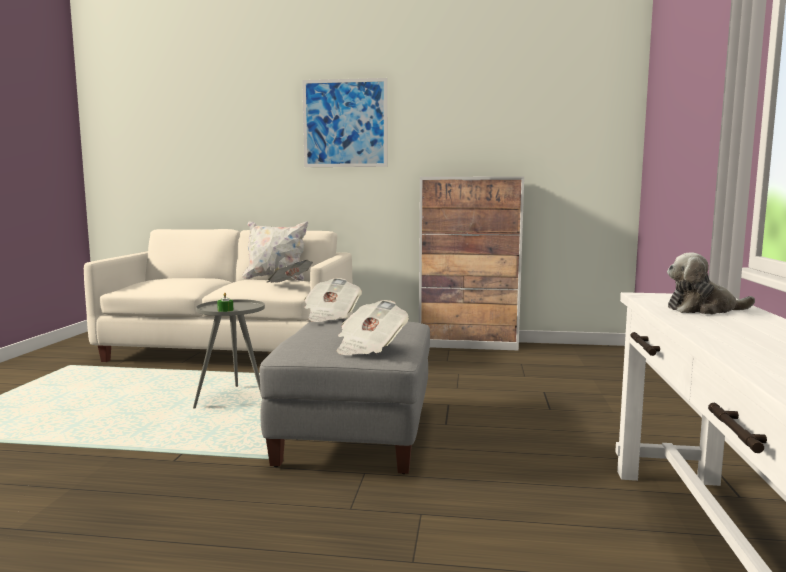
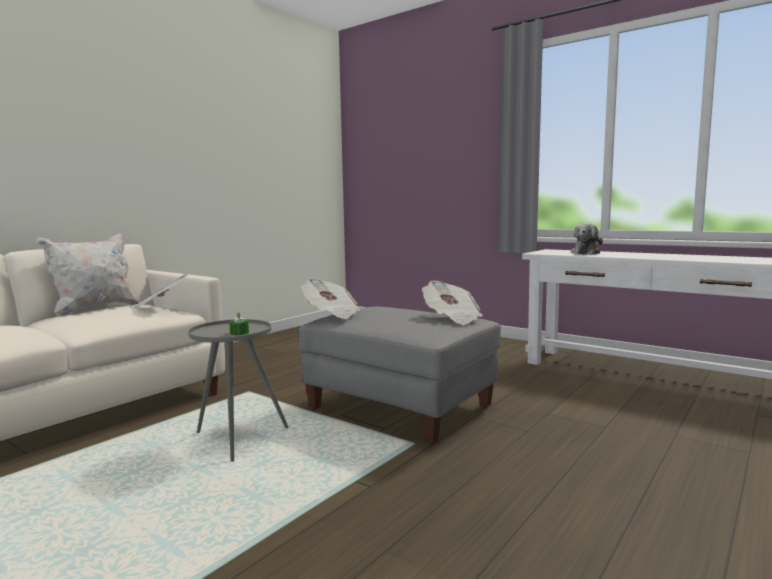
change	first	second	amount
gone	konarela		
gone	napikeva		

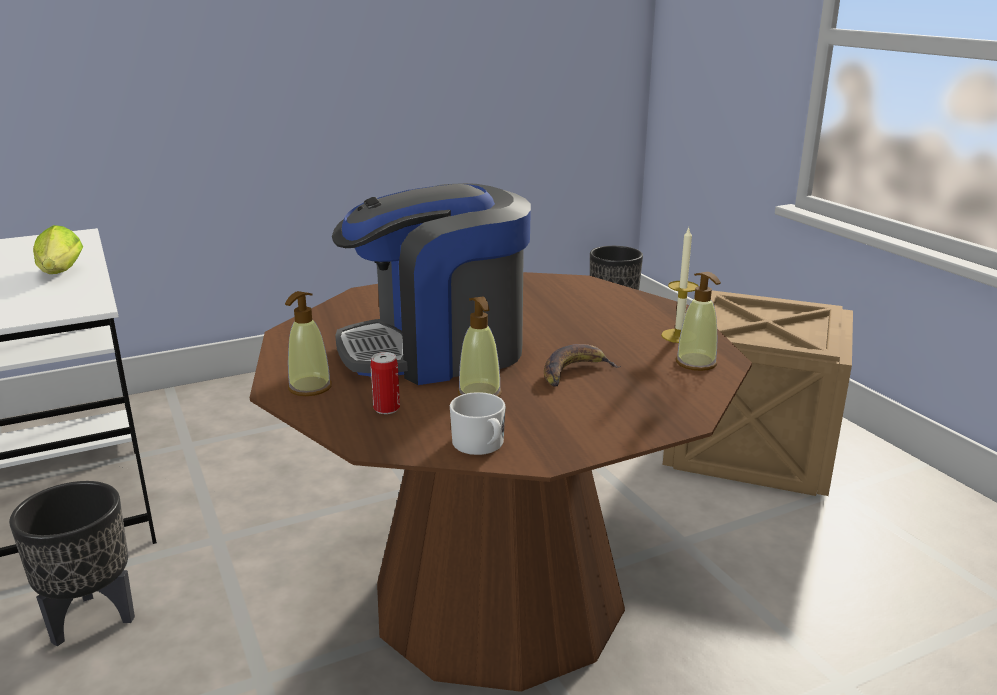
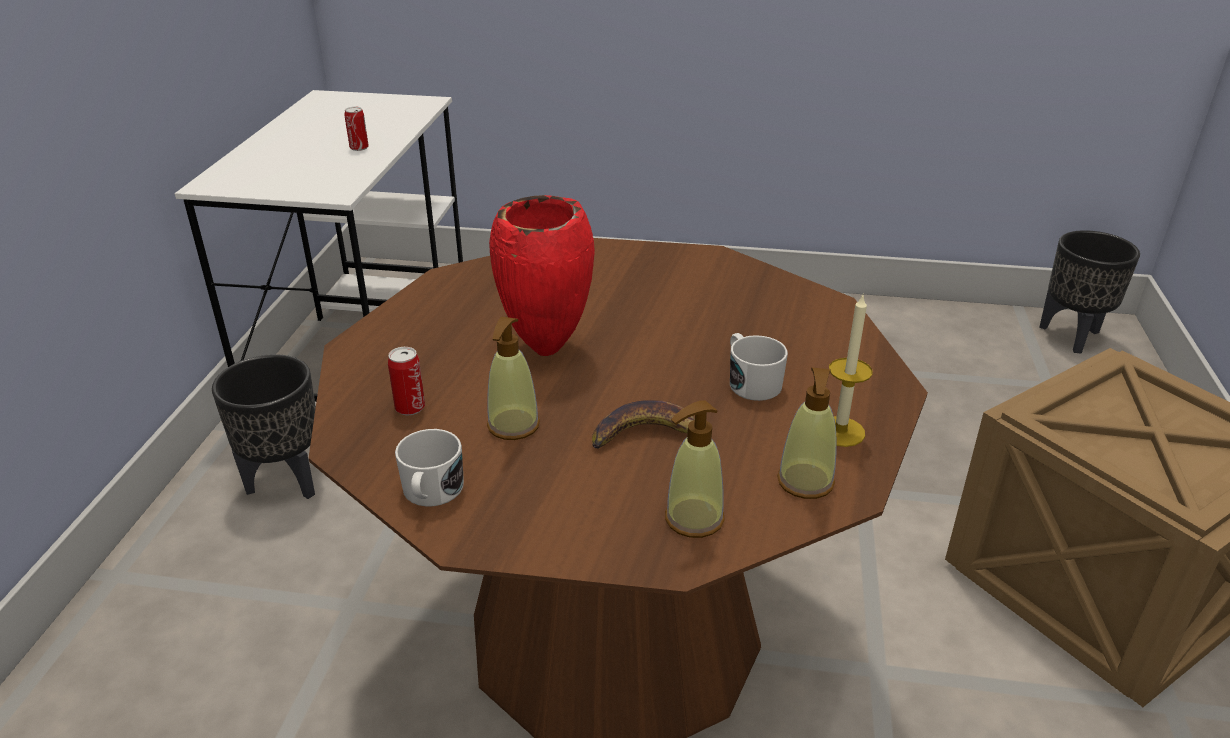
change	first	second	amount
swapped	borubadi	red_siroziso	
swapped	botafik	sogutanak (no. 1 from left)	
shifted	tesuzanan (no. 1 from left in the first image)	tesuzanan (no. 2 from left)	
new		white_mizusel (no. 2 from left)	

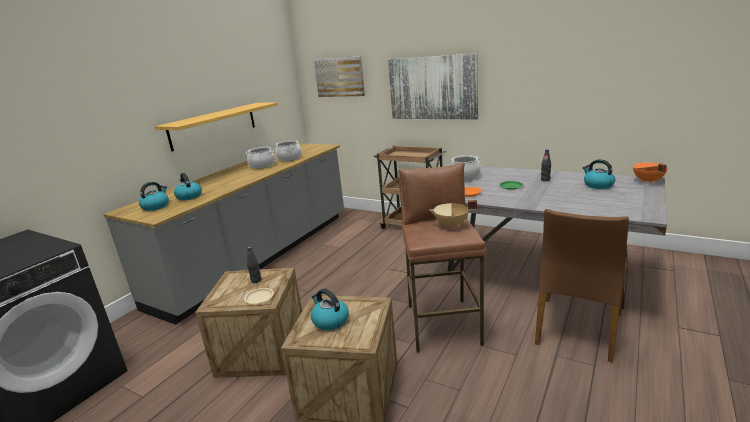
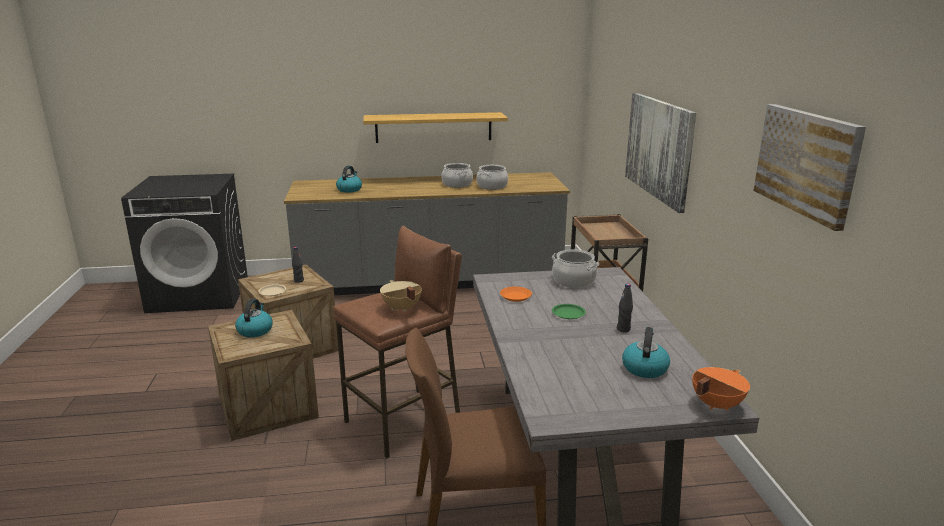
change	first	second	amount
shifted	konarela (no. 1 from left in the first image)	konarela (no. 2 from left)	
gone	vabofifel (no. 1 from left)		

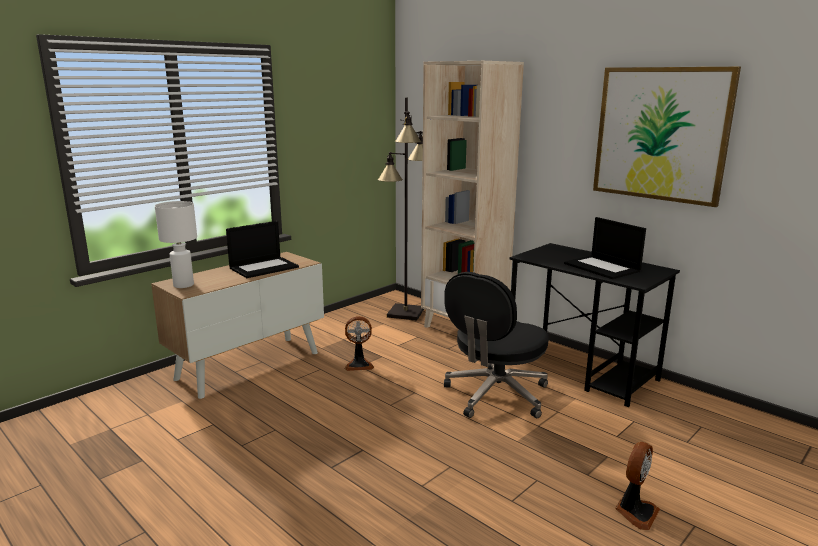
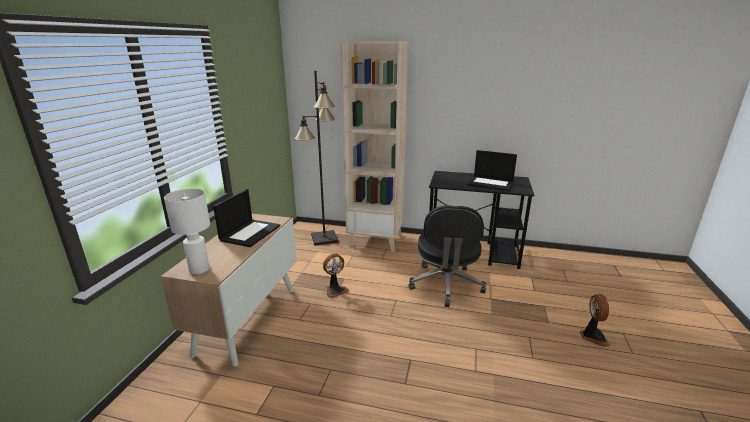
change	first	second	amount
gone	konarela		

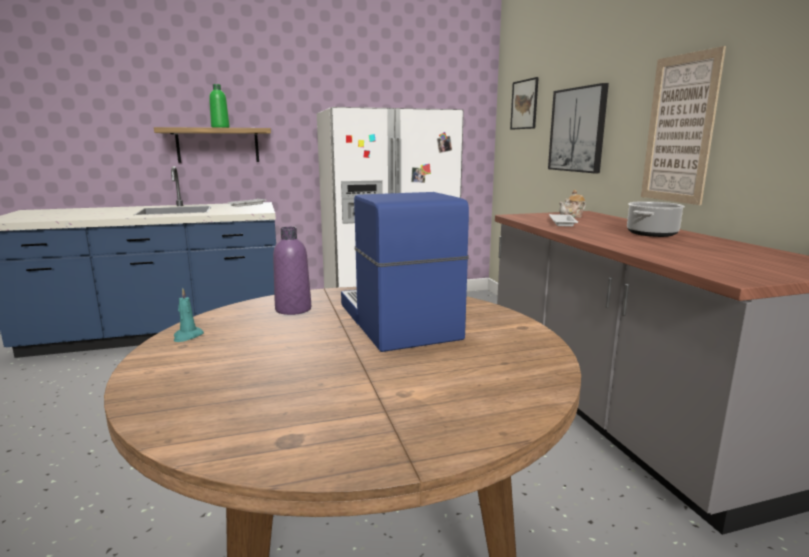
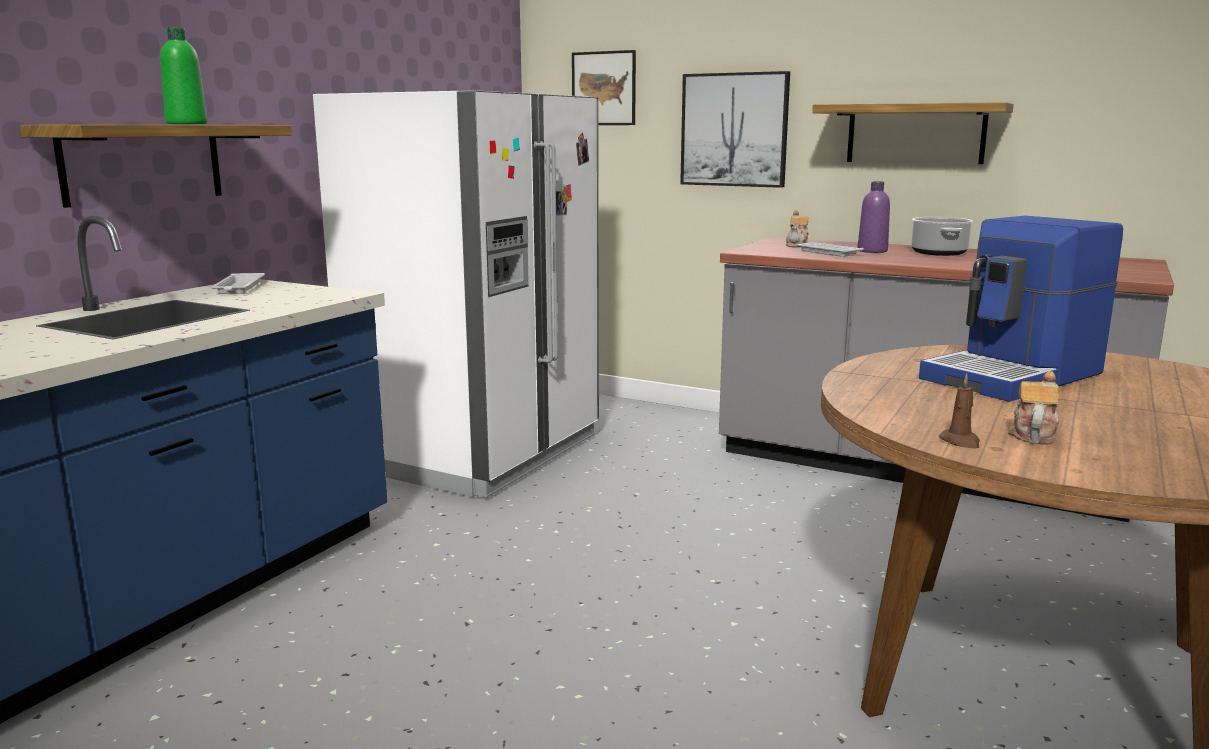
change	first	second	amount
swapped	konarela (no. 3 from left)	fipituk (no. 2 from left)	
rotated	borubadi		60 degrees counterclockwise
shifted	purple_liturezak		
repainted	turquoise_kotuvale	brown_kotuvale	
new		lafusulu (no. 2 from left)	

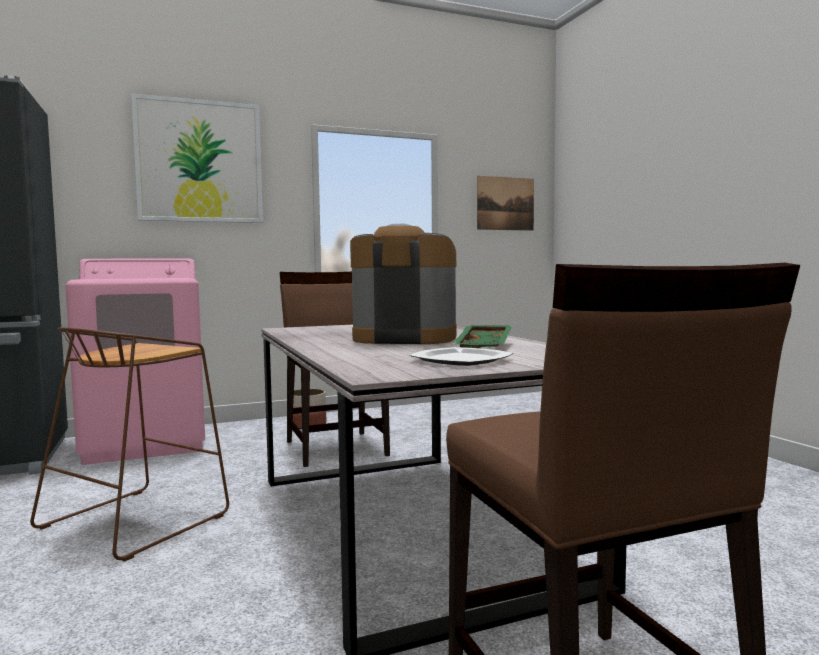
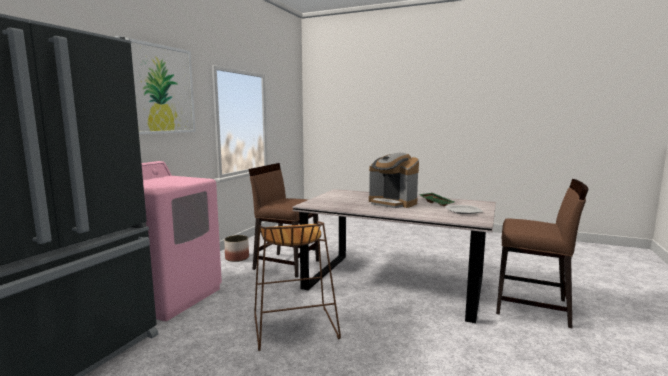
change	first	second	amount
gone	konarela (no. 2 from left)		
rotated	borubadi		105 degrees counterclockwise

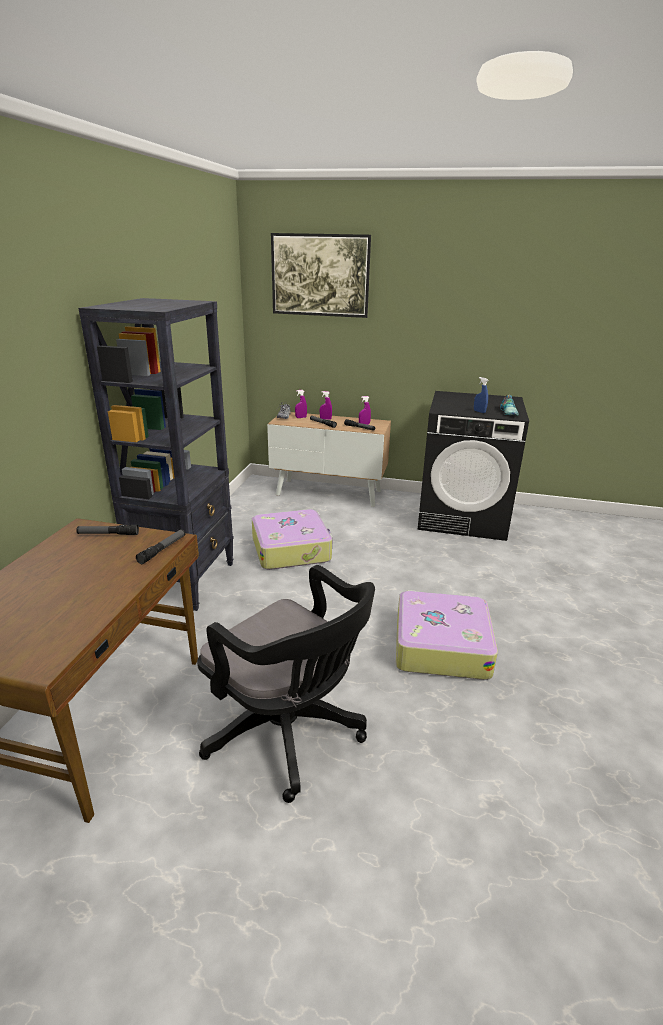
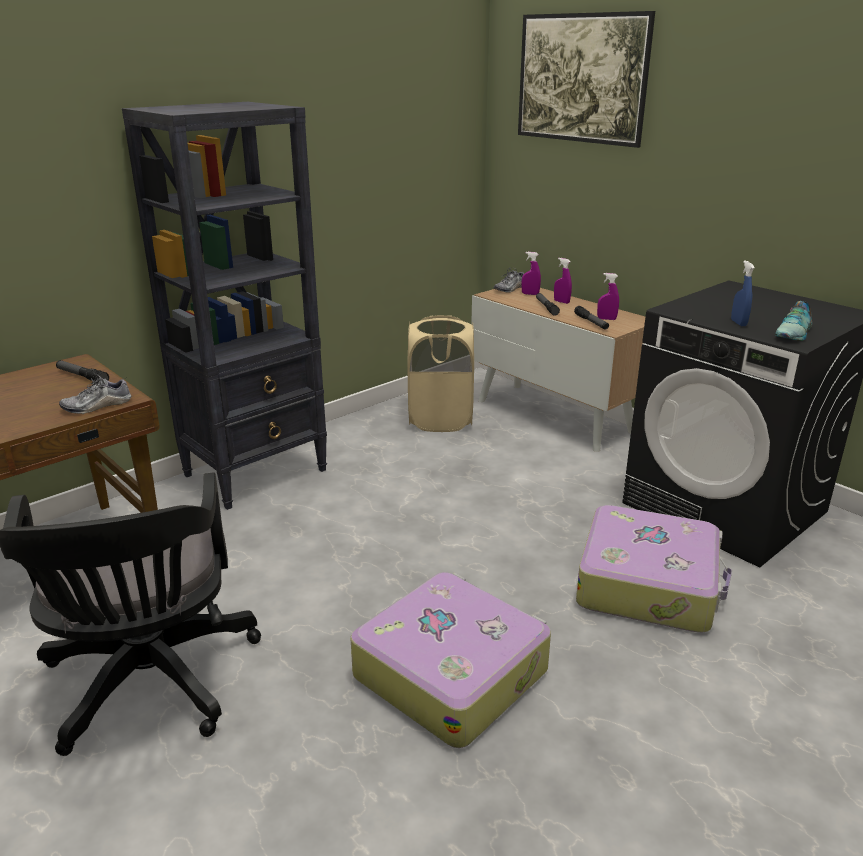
change	first	second	amount
shifted	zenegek (no. 1 from left in the first image)	zenegek (no. 2 from left)	
swapped	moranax (no. 2 from left)	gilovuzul (no. 1 from left)	
new		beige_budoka	

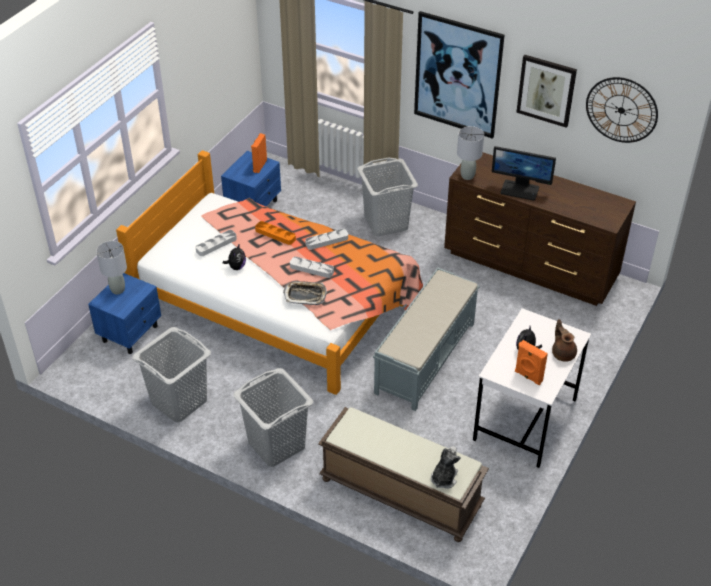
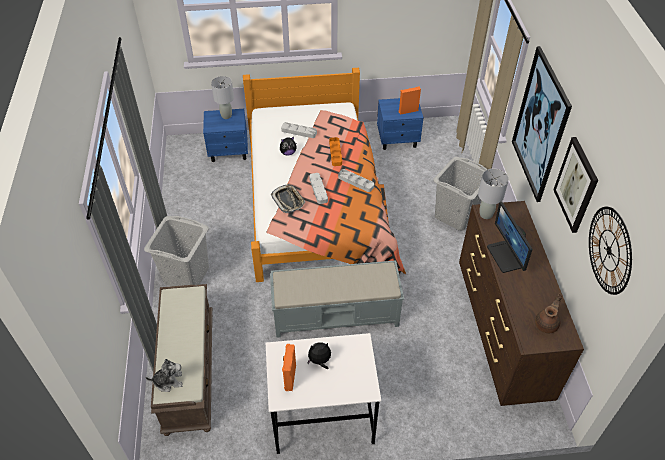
change	first	second	amount
shifted	brown_lafusulu		
gone	grey_budoka (no. 1 from left)		

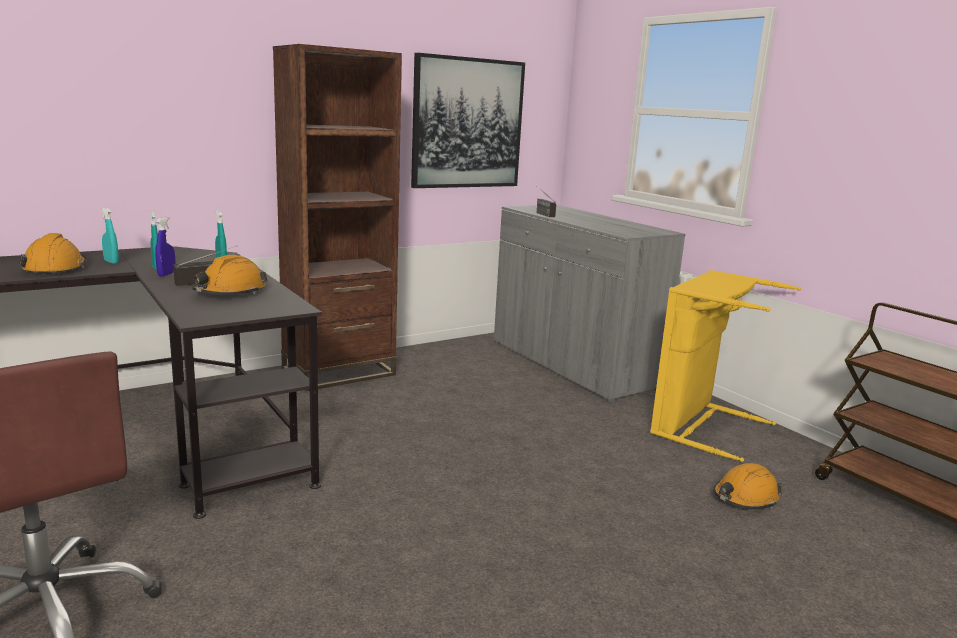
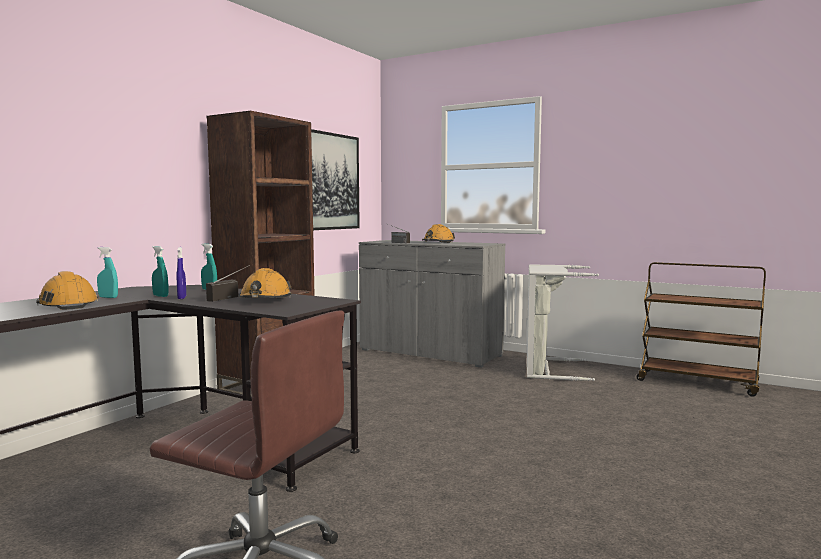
change	first	second	amount
repainted	yellow_budoka	grey_budoka	
shifted	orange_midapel (no. 3 from left)		

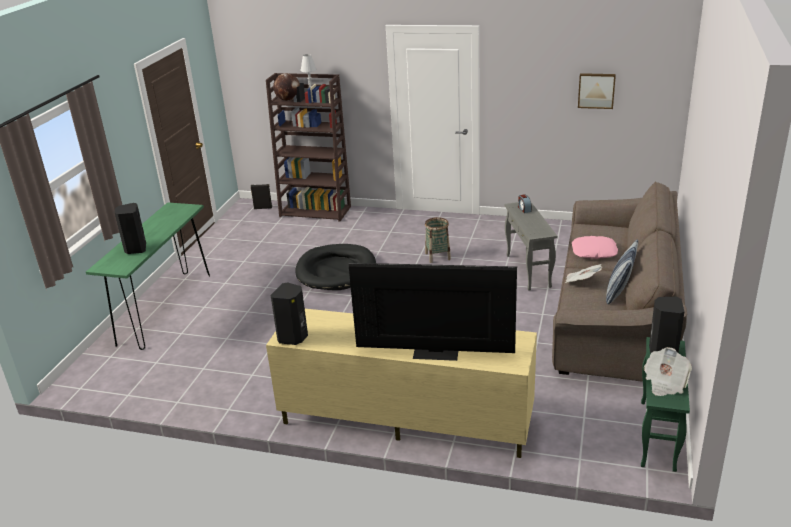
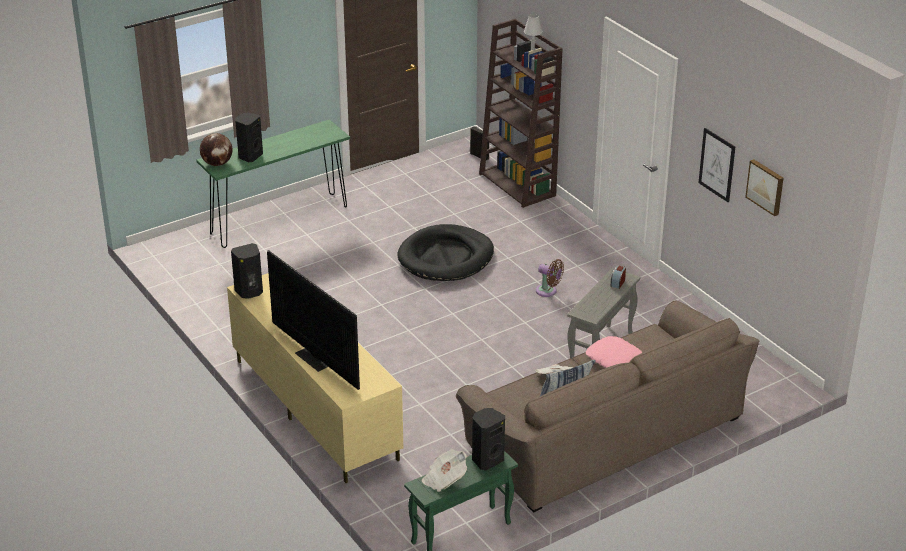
change	first	second	amount
shifted	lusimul		
swapped	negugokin	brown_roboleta	
new		konarela (no. 1 from left)	

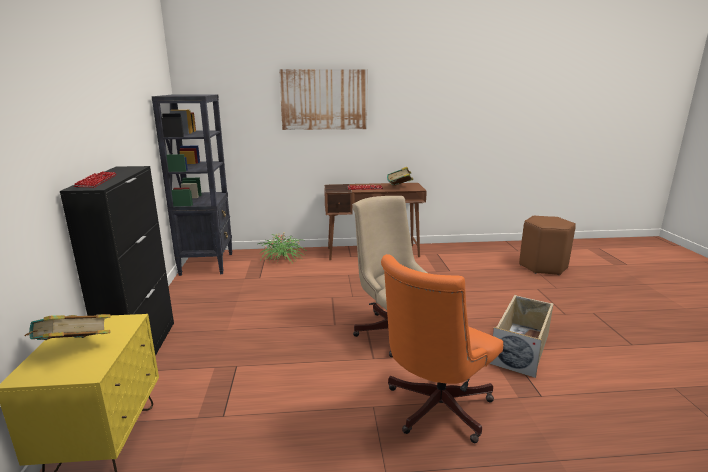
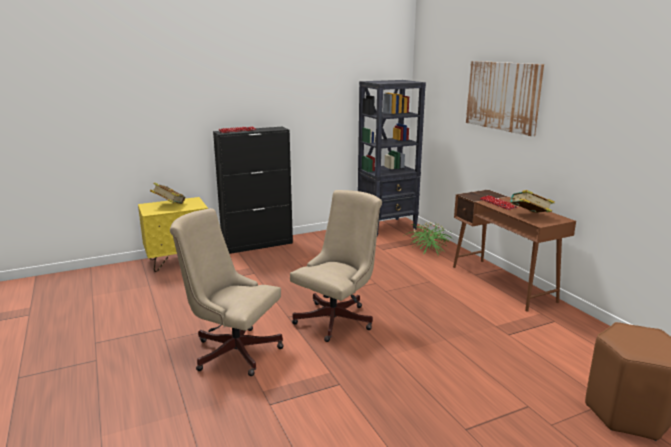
change	first	second	amount
repainted	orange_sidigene	beige_sidigene (no. 1 from left)	
gone	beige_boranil		

